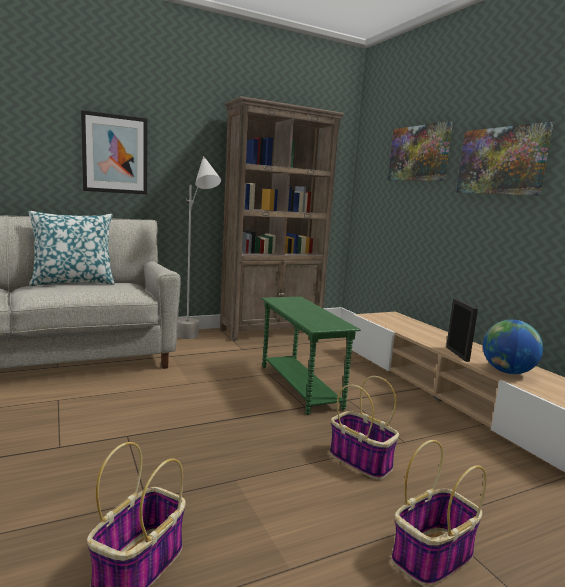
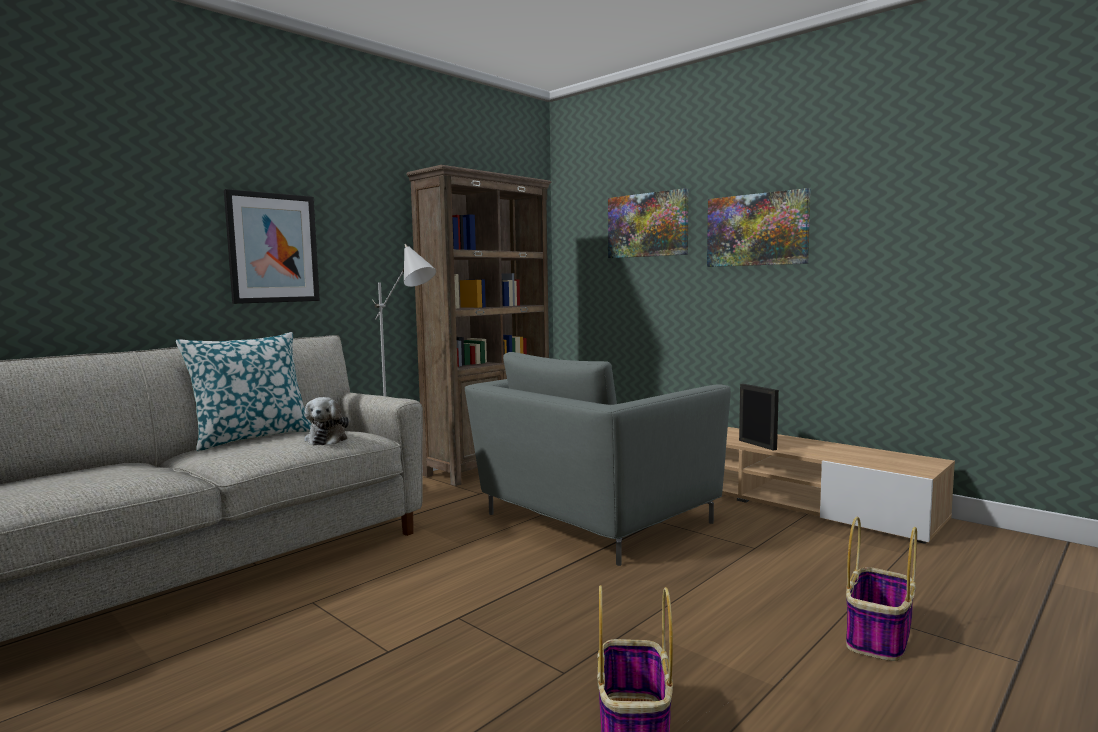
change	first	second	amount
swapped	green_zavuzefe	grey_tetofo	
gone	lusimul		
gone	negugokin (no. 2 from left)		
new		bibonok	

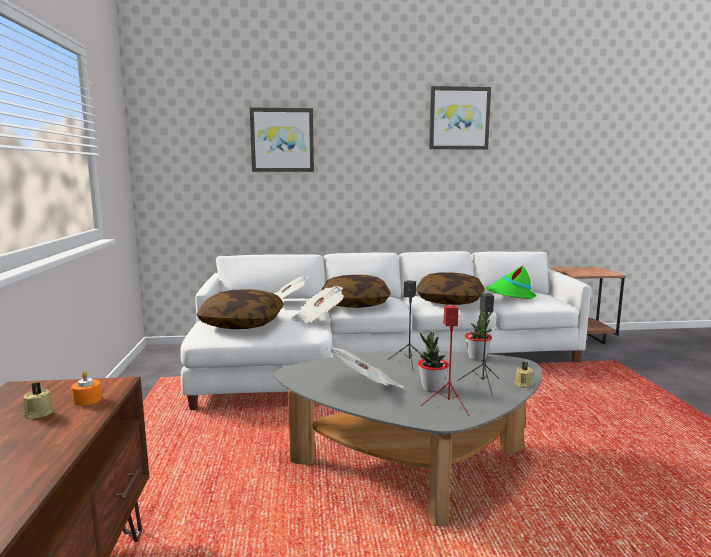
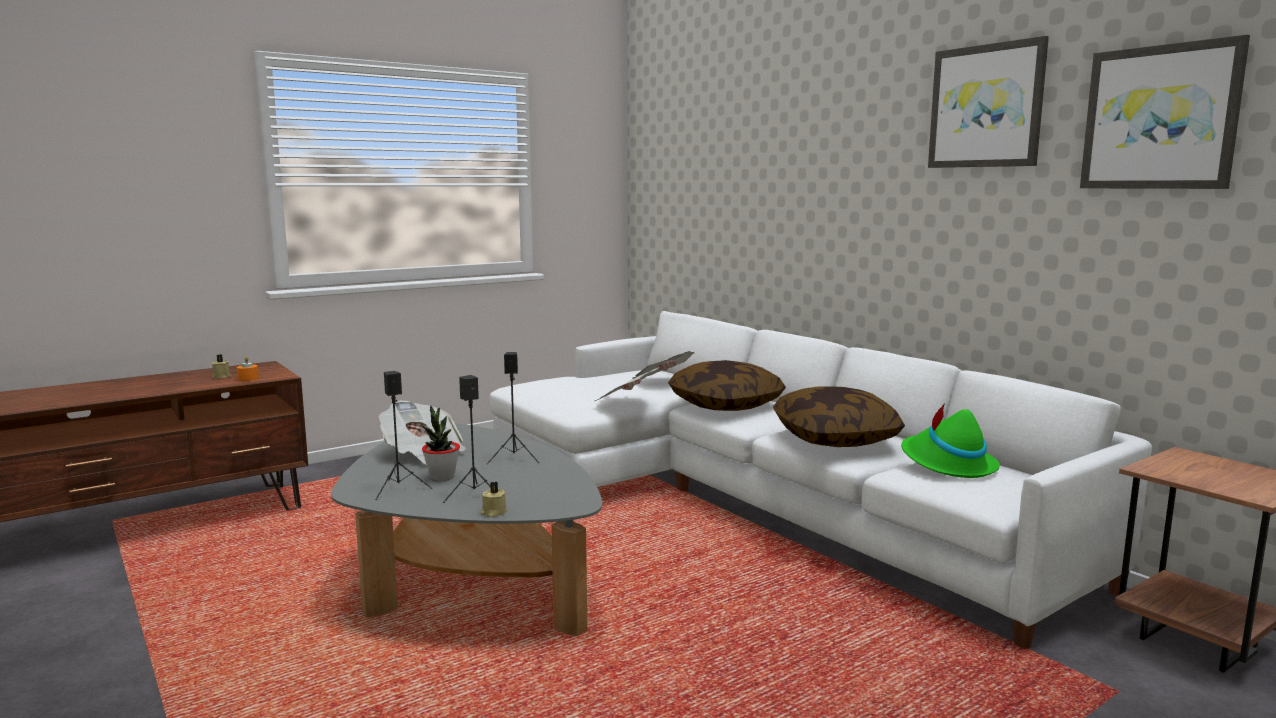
change	first	second	amount
shifted	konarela (no. 1 from left in the first image)	konarela (no. 2 from left)	
gone	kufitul (no. 1 from left)		
repainted	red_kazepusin	black_kazepusin (no. 1 from left)	
gone	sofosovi (no. 2 from left)		

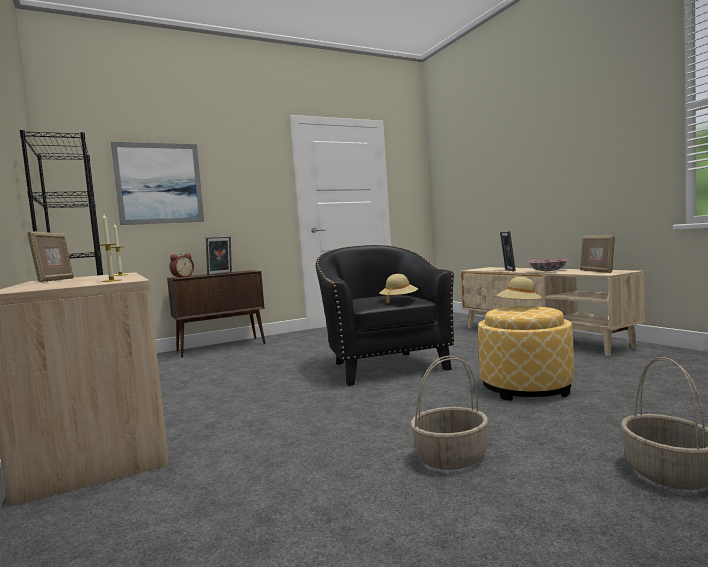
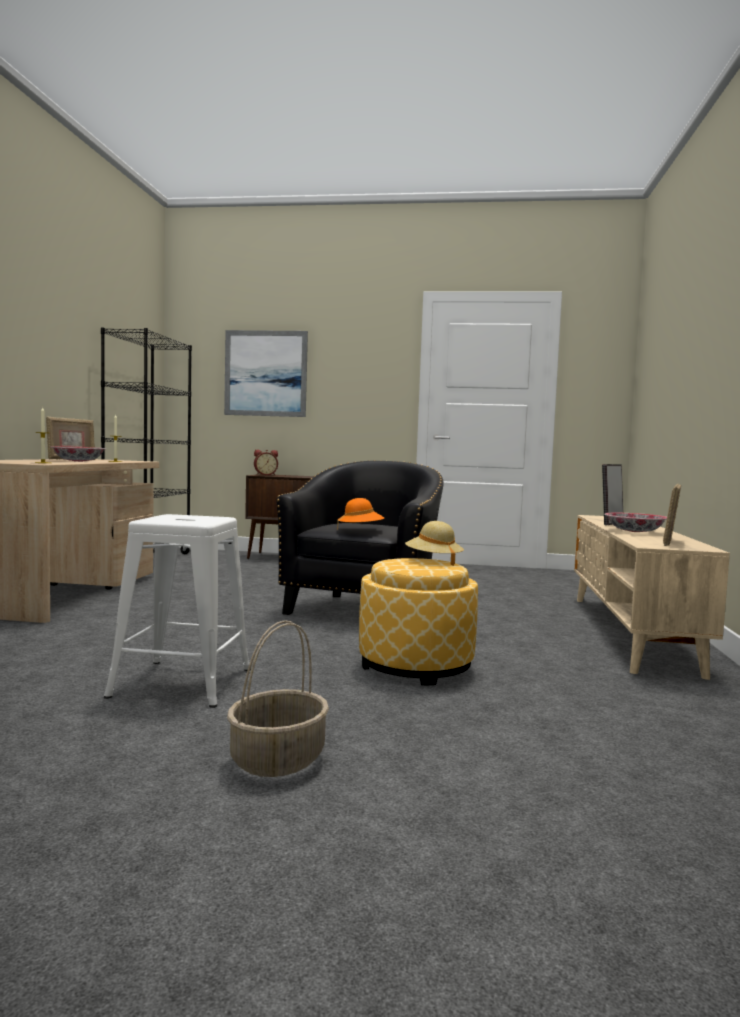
change	first	second	amount
gone	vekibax (no. 2 from left)		
repainted	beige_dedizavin (no. 1 from left)	orange_dedizavin	
swapped	negugokin (no. 1 from left)	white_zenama	
new		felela (no. 1 from left)	

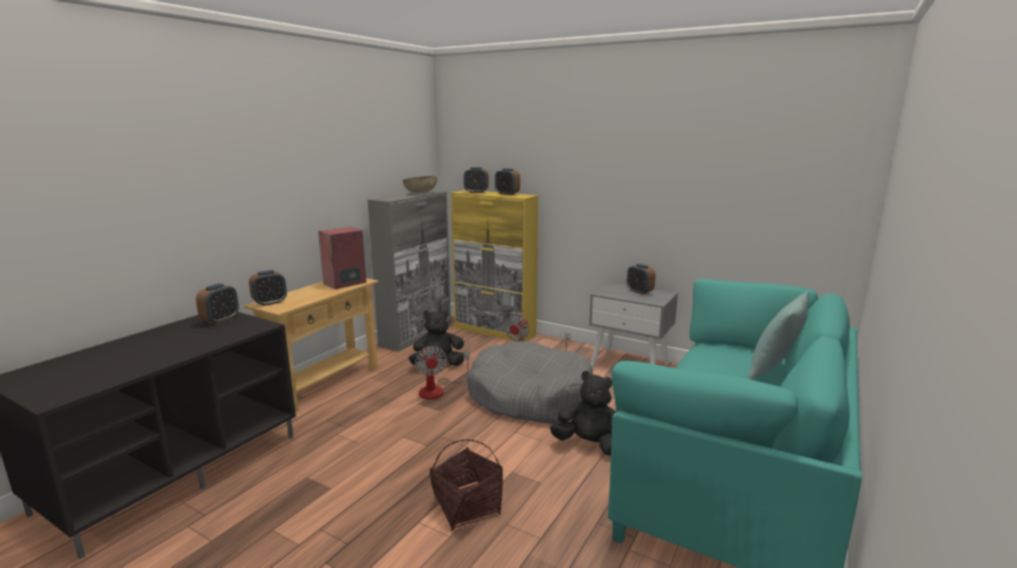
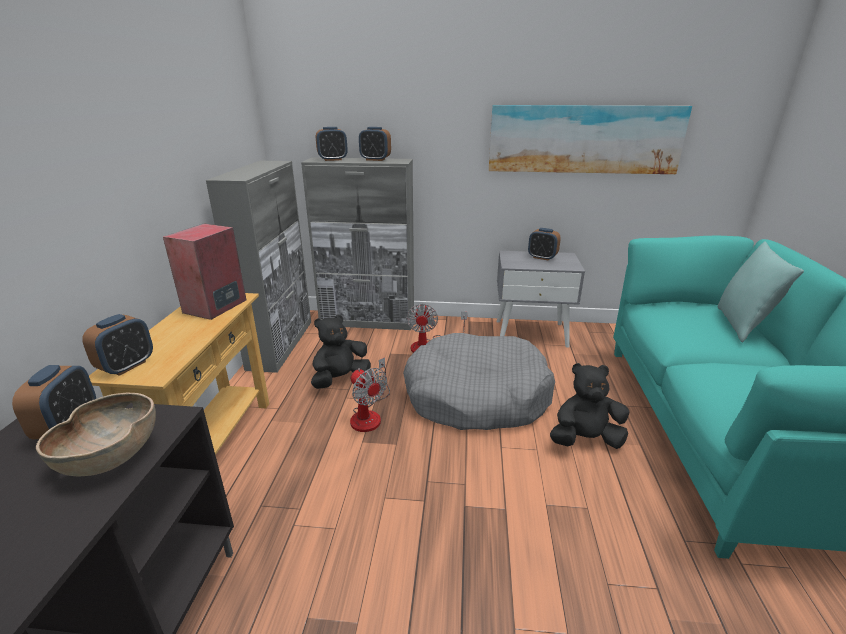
change	first	second	amount
shifted	brown_felela		
repainted	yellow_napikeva	grey_napikeva (no. 2 from left)	
gone	negugokin		
new		konarela	

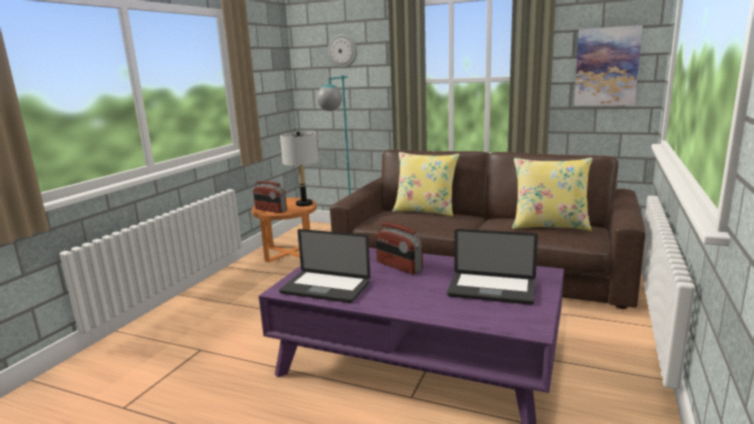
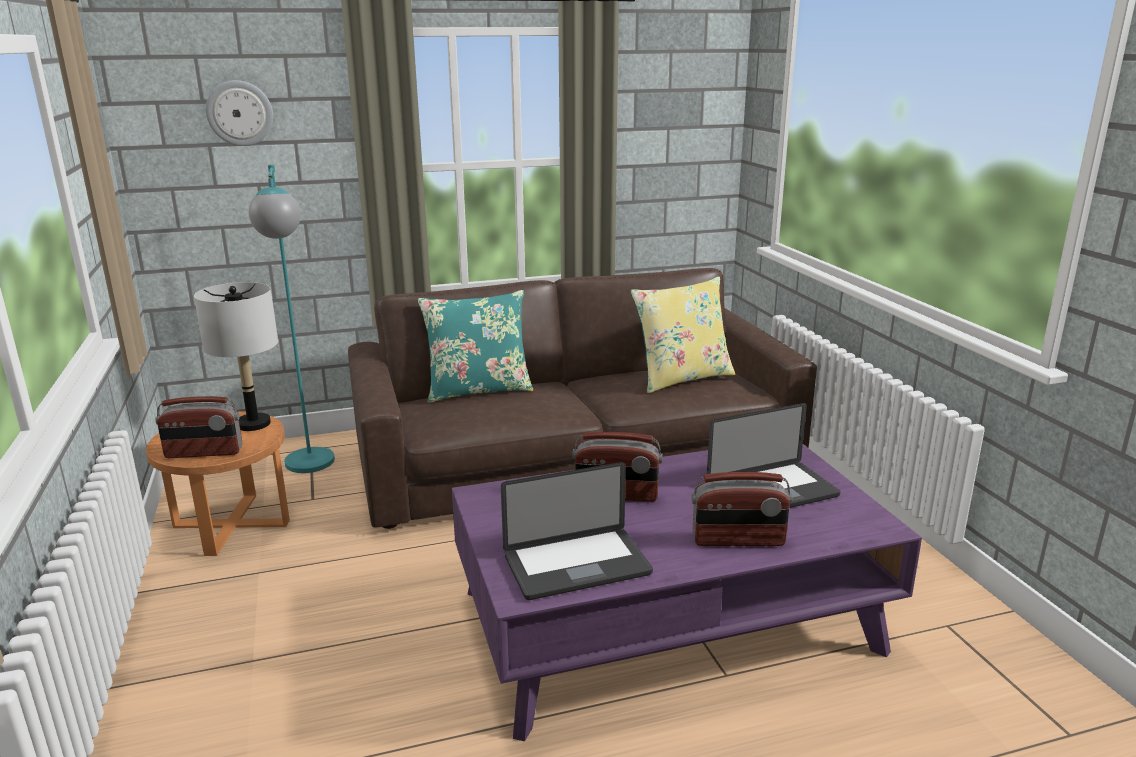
change	first	second	amount
gone	konarela		
repainted	yellow_kufitul (no. 1 from left)	turquoise_kufitul	
new		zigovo (no. 3 from left)	

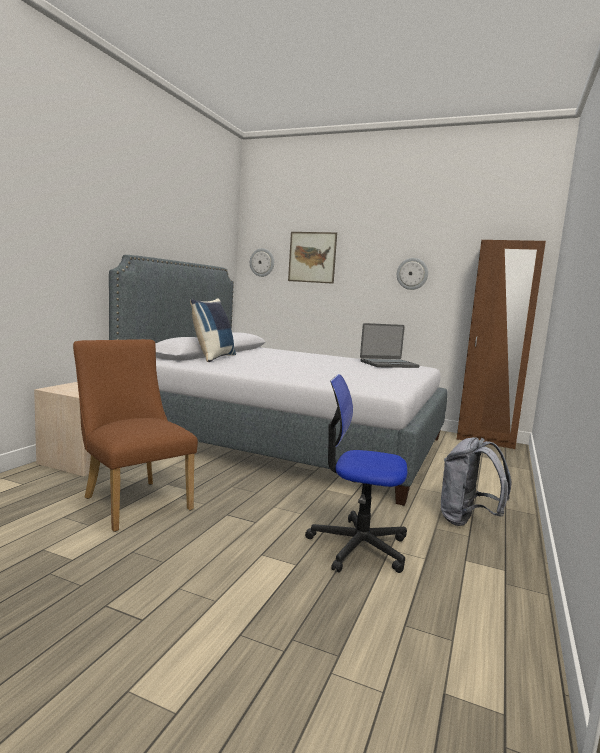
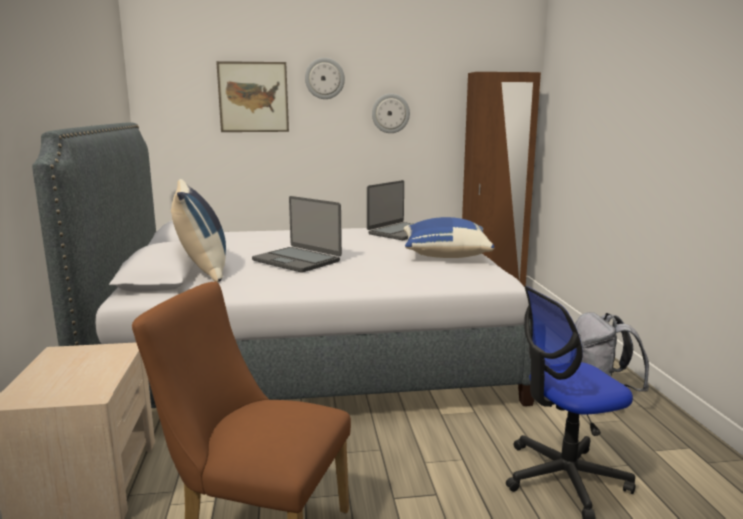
change	first	second	amount
shifted	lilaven (no. 1 from left)		
new		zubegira (no. 1 from left)	
new		blue_kufitul (no. 2 from left)	

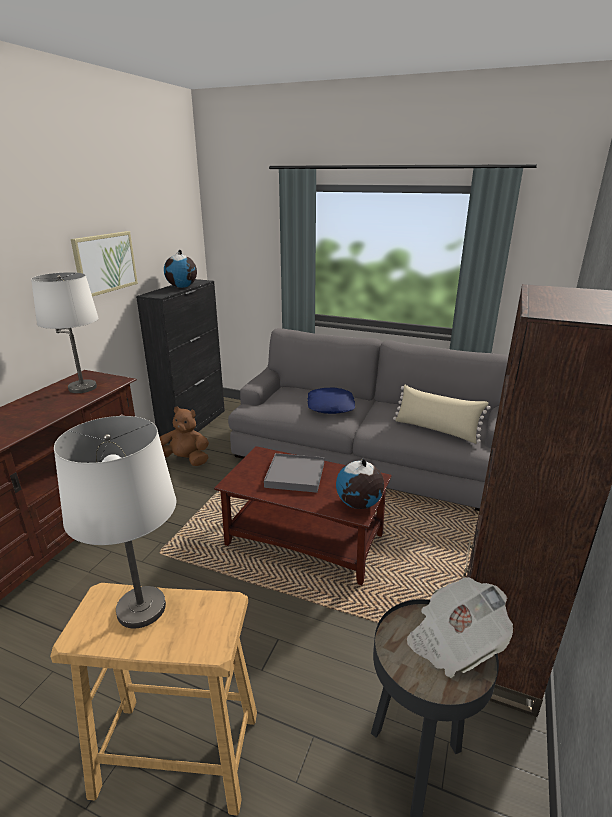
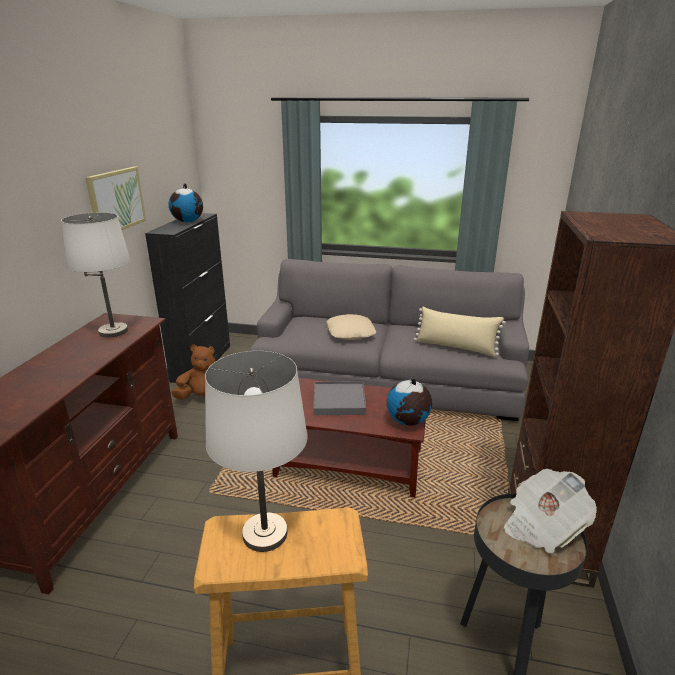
change	first	second	amount
repainted	blue_kufitul	beige_kufitul (no. 1 from left)	

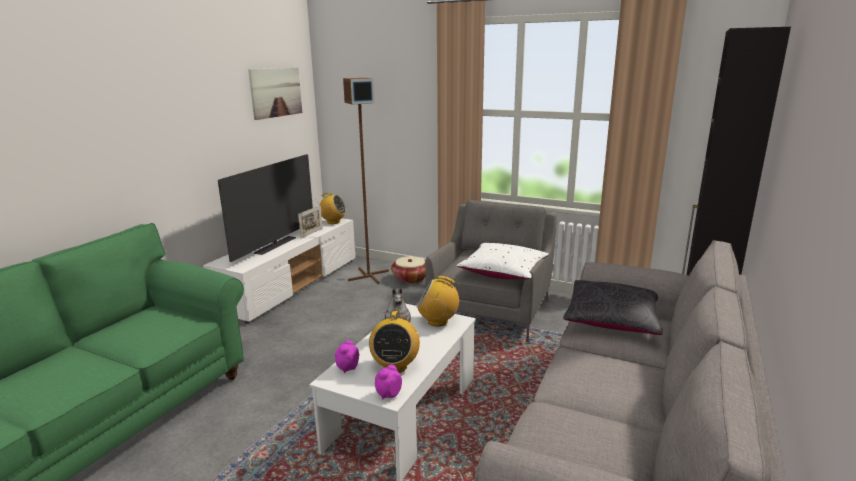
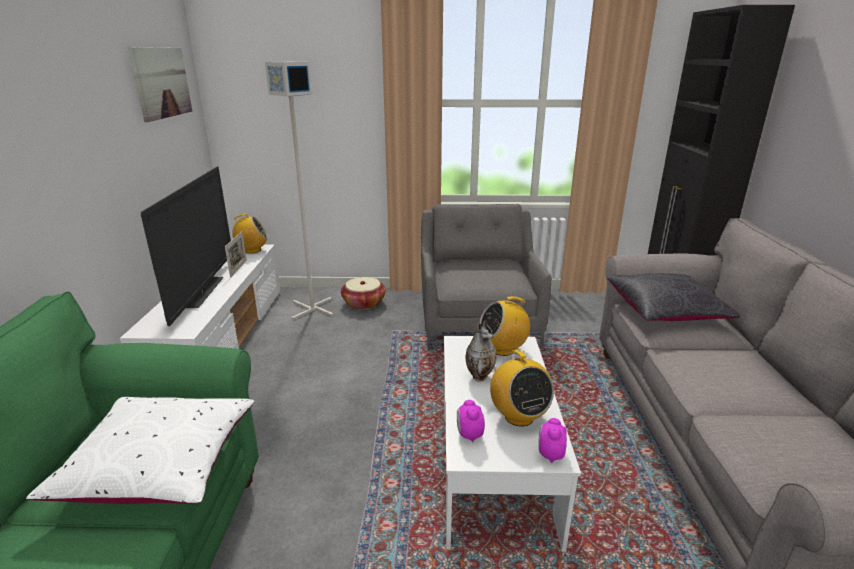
change	first	second	amount
repainted	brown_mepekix	grey_mepekix	
shifted	white_kufitul		

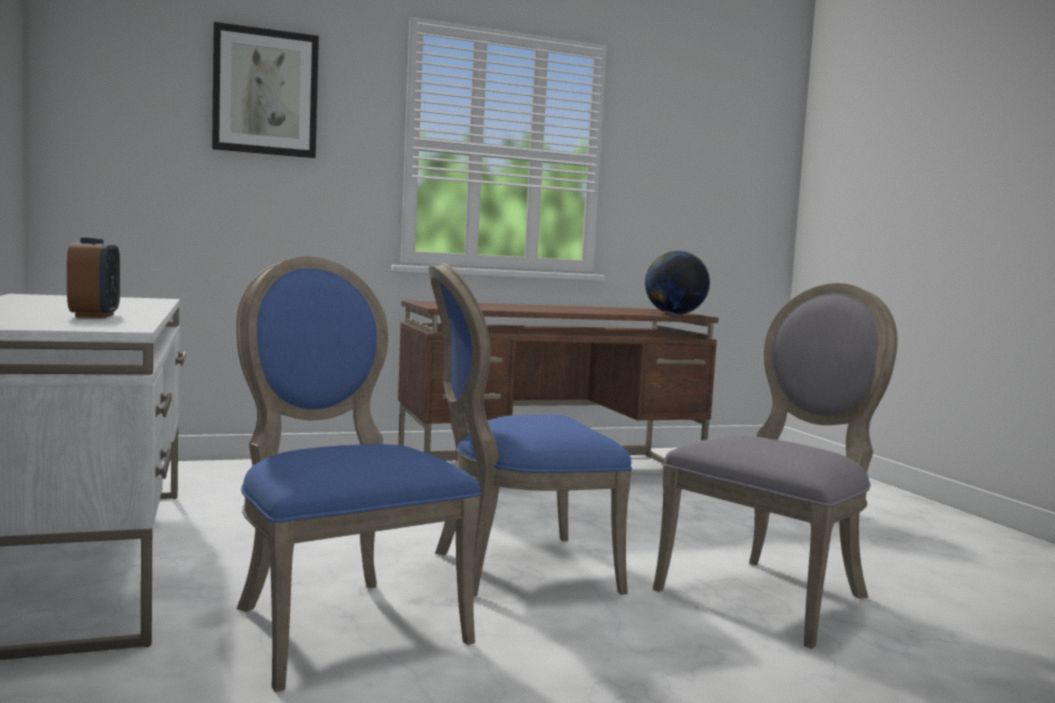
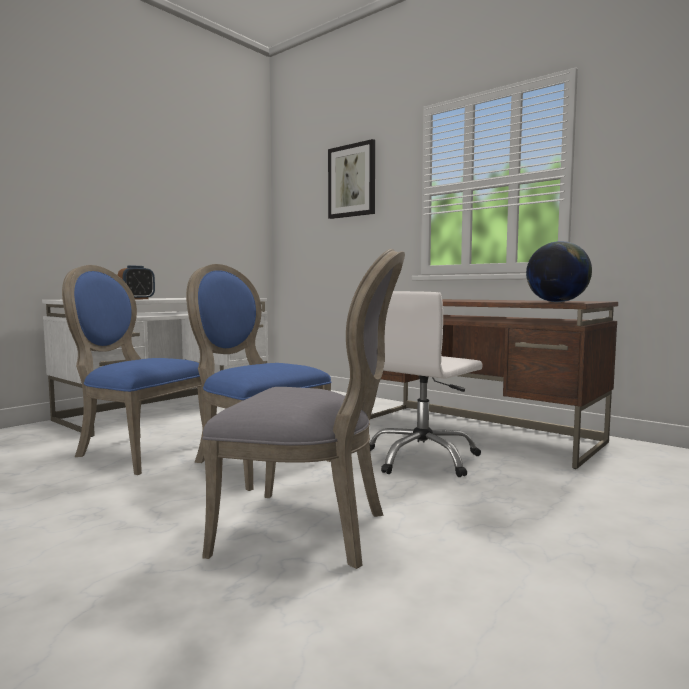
change	first	second	amount
rotated	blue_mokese (no. 1 from left)		90 degrees counterclockwise
new		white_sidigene	

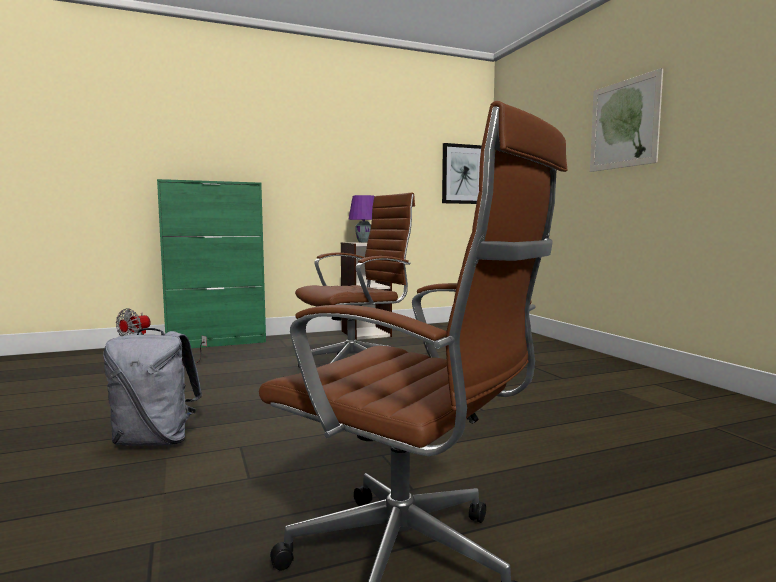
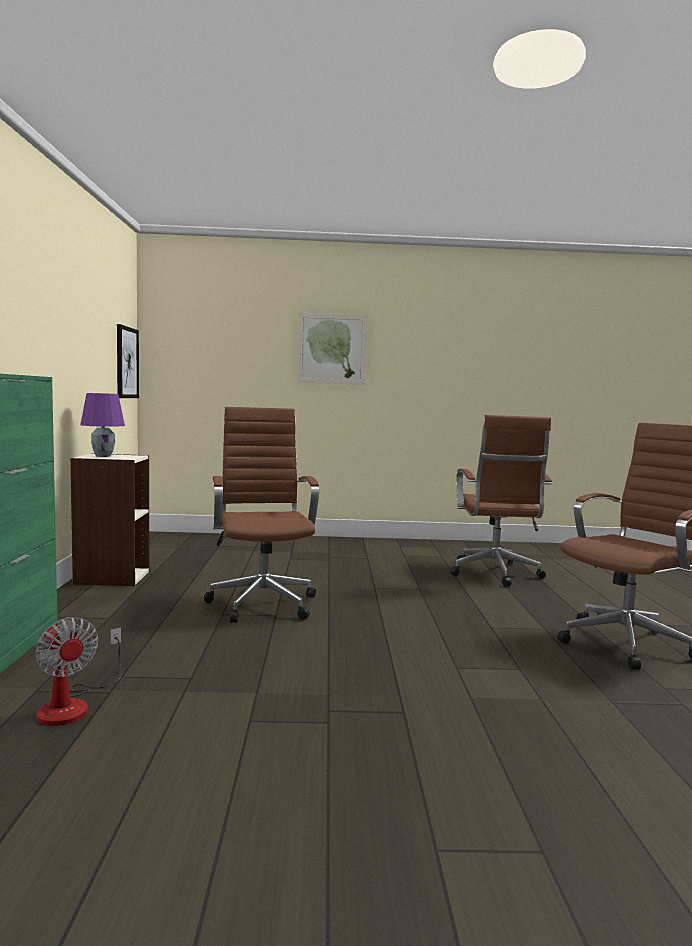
change	first	second	amount
gone	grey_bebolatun		
new		brown_sidigene (no. 2 from left)	

